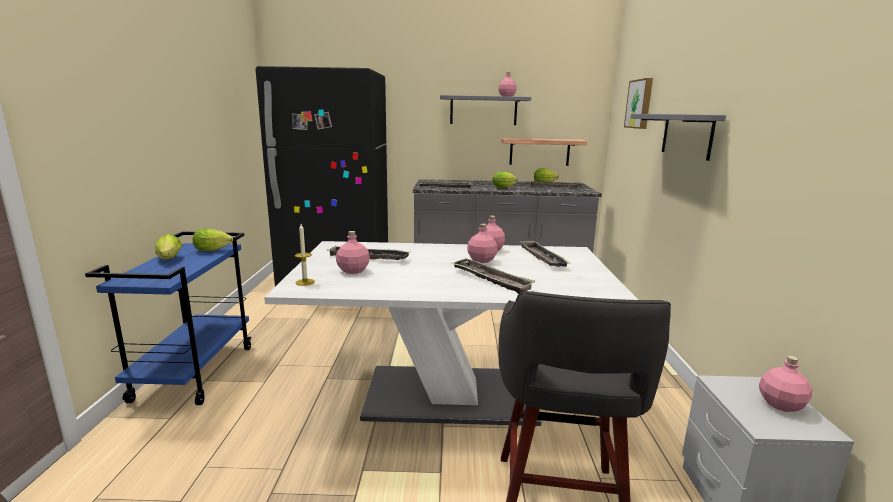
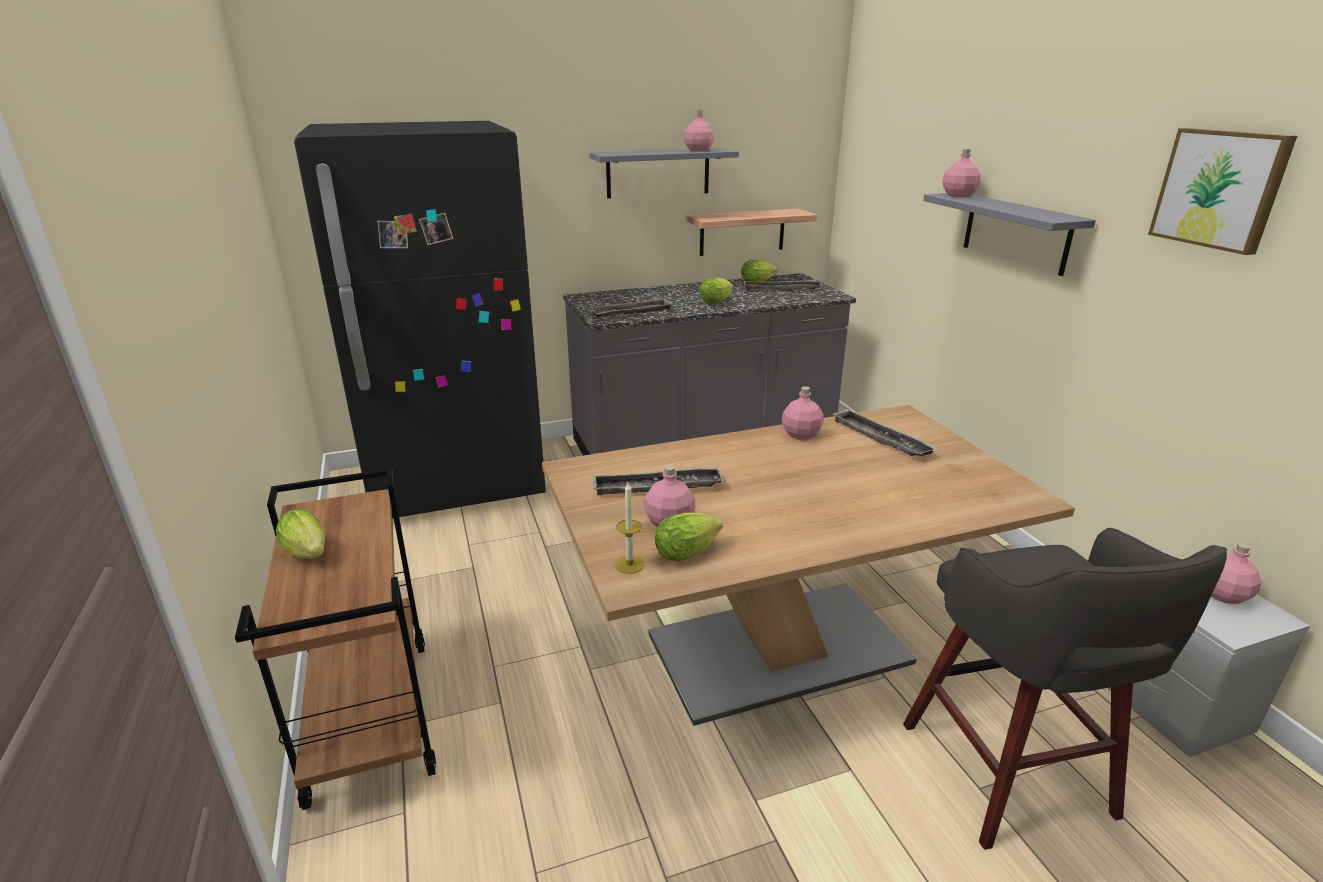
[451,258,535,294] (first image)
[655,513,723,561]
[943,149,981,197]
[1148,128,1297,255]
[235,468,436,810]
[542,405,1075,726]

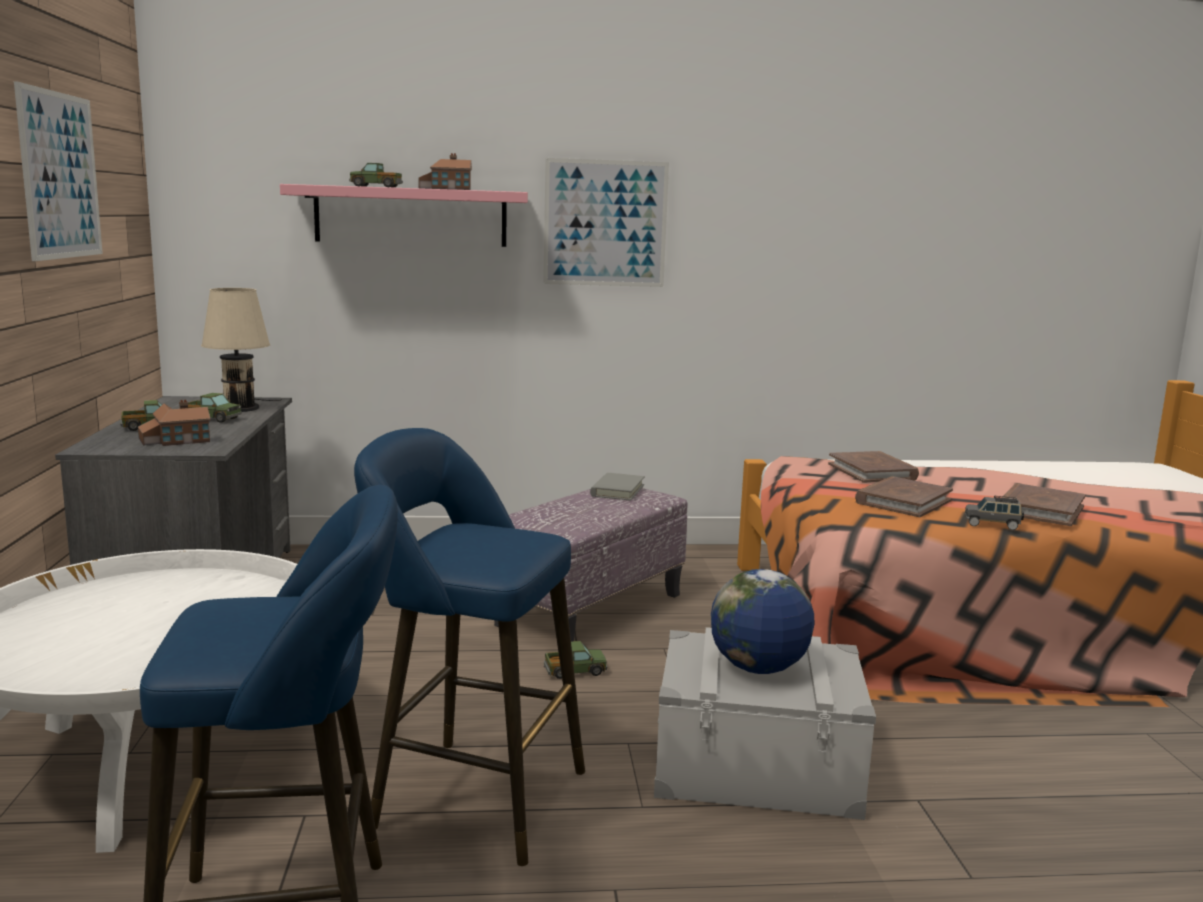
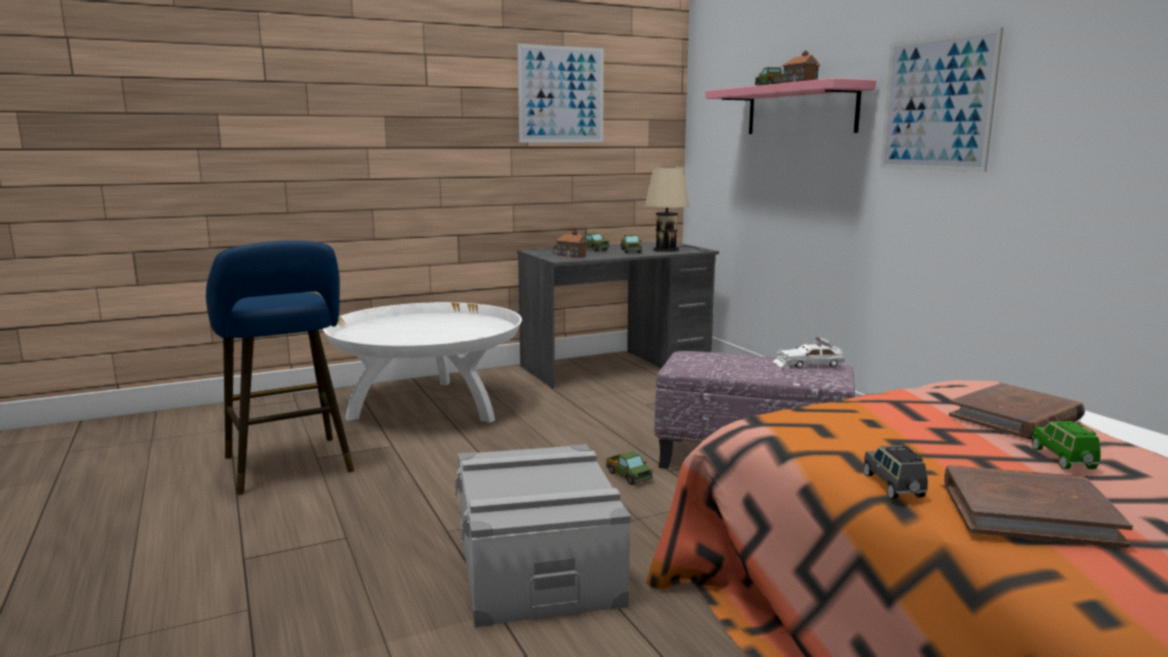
[354,428,585,866] (first image)
[711,569,814,674] (first image)
[855,477,953,517] (first image)
[1032,422,1101,469]
[773,336,845,368]

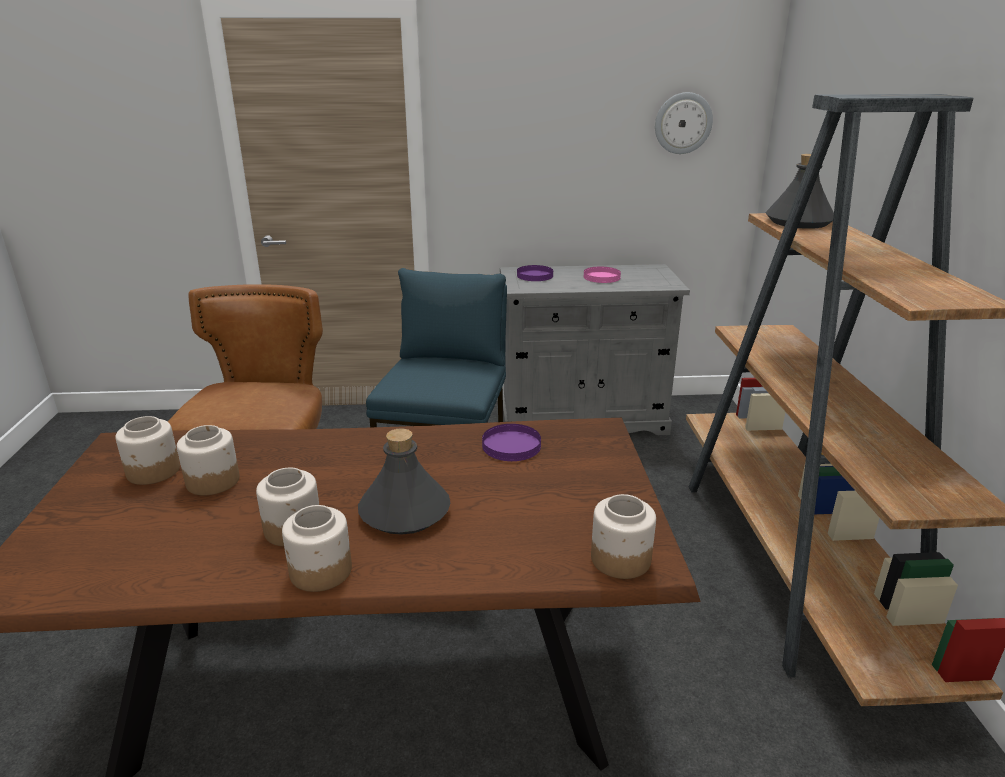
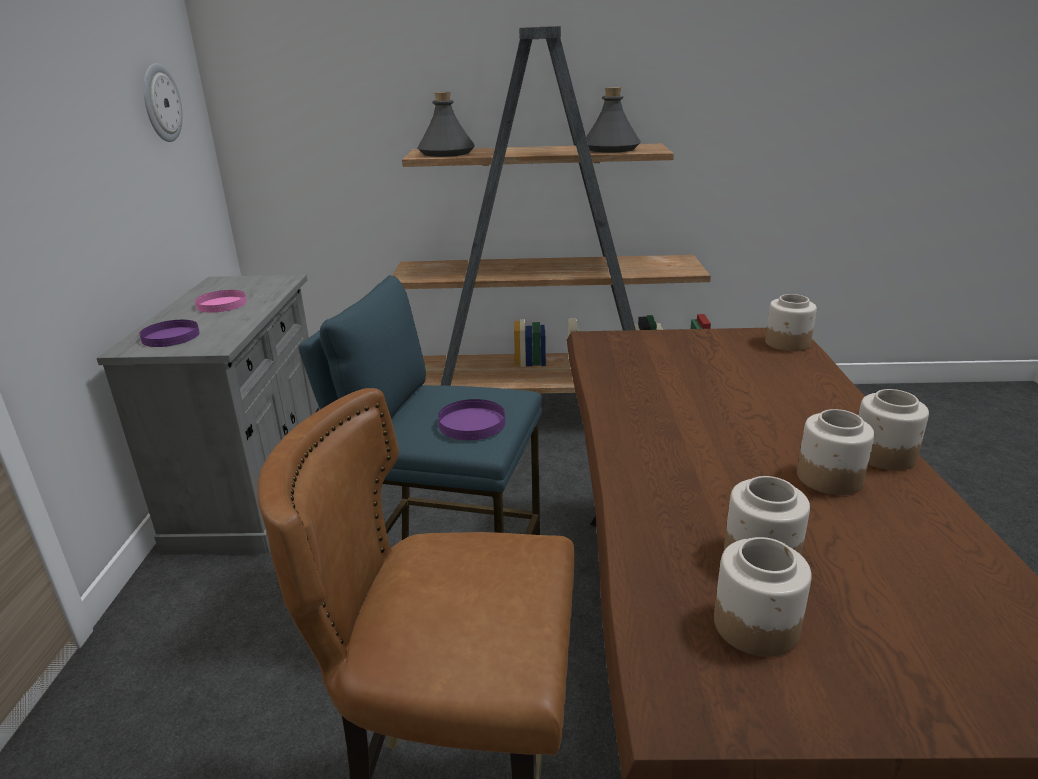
[586,87,641,153]
[438,399,505,440]

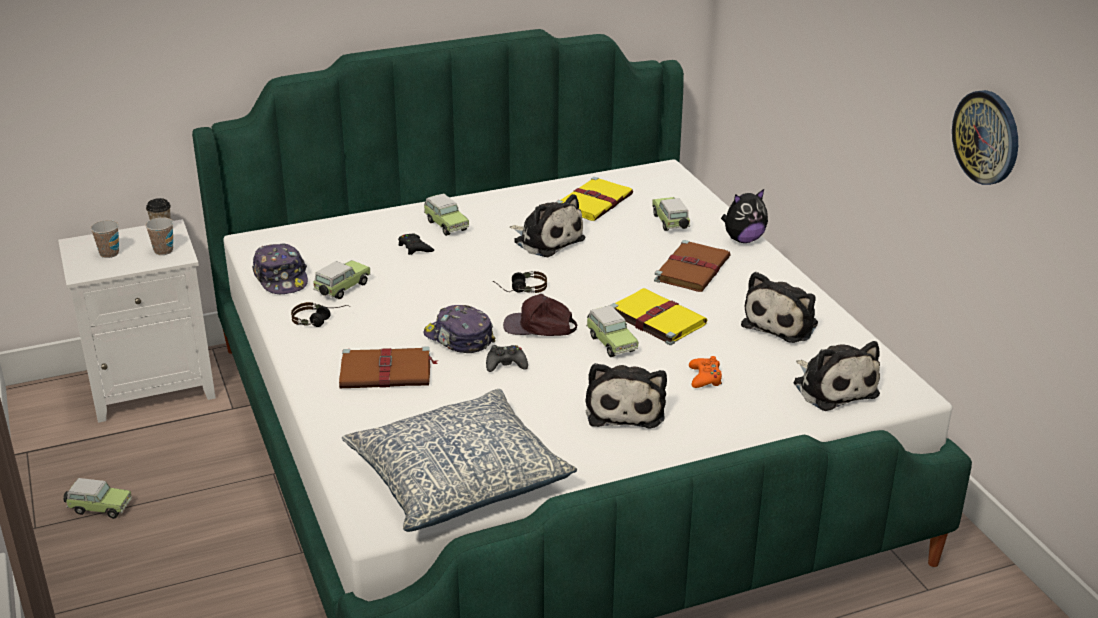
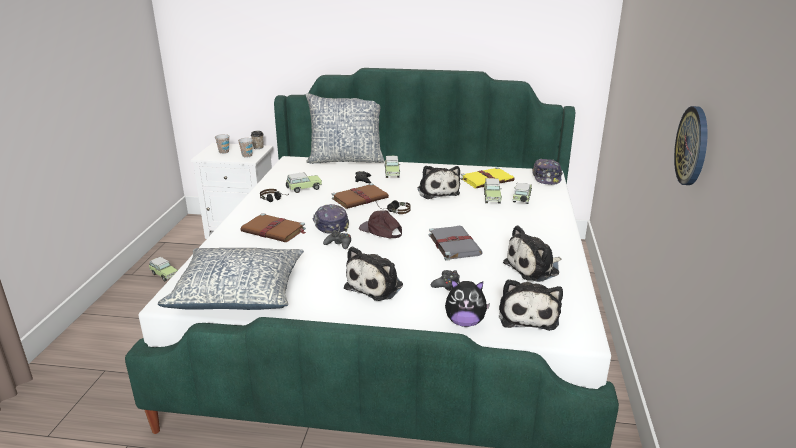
[306,93,385,164]
[532,159,563,185]
[484,178,502,204]
[331,183,389,209]
[445,280,490,327]
[428,226,483,261]
[431,270,460,291]

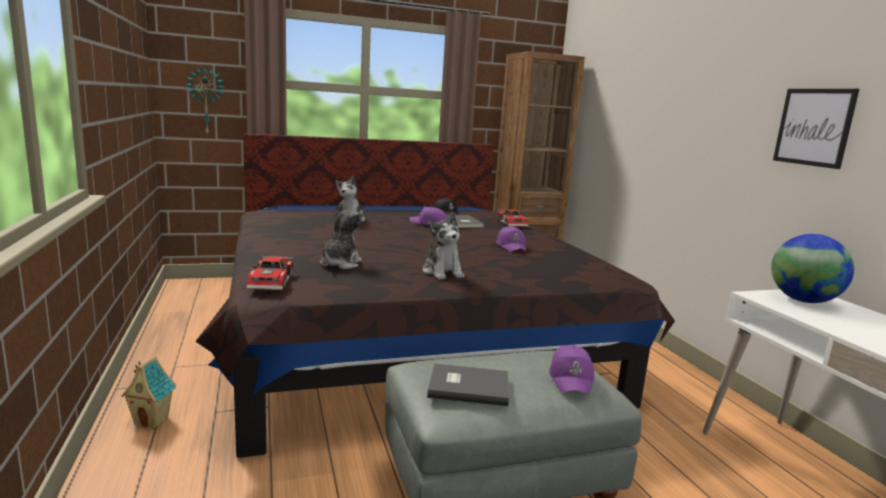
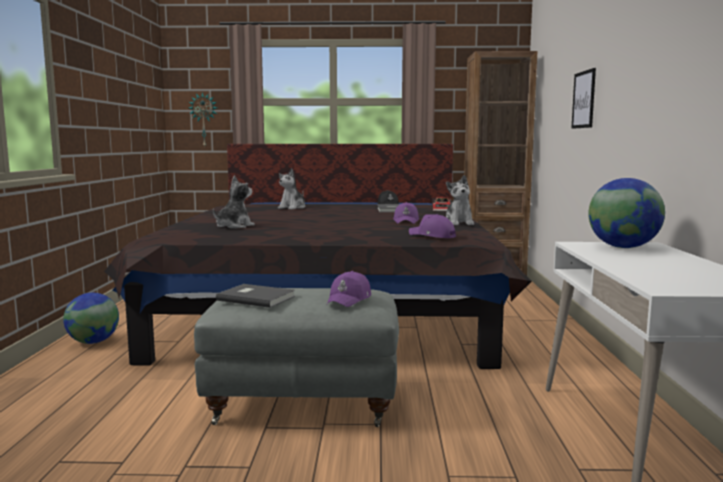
[247,255,294,290] (first image)
[409,214,456,238]
[446,175,474,225]
[571,68,596,129]
[63,293,119,344]

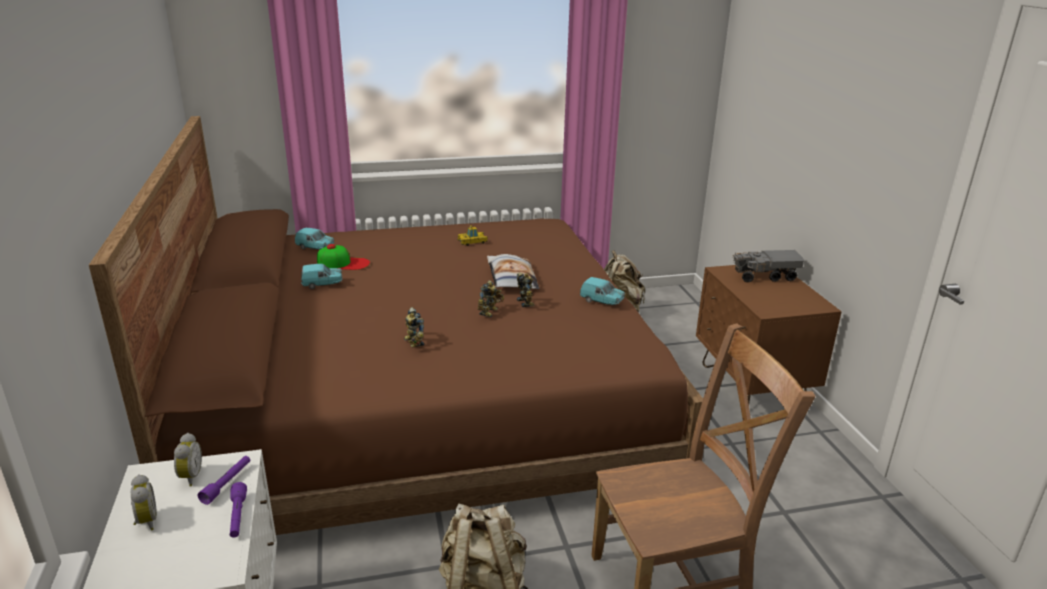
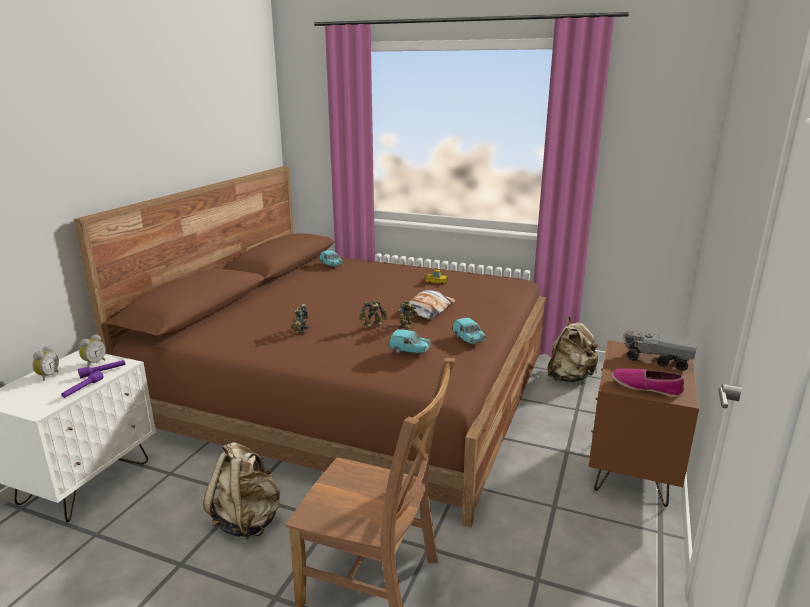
[317,244,370,270] (first image)
[612,368,685,397]
[389,329,431,353]

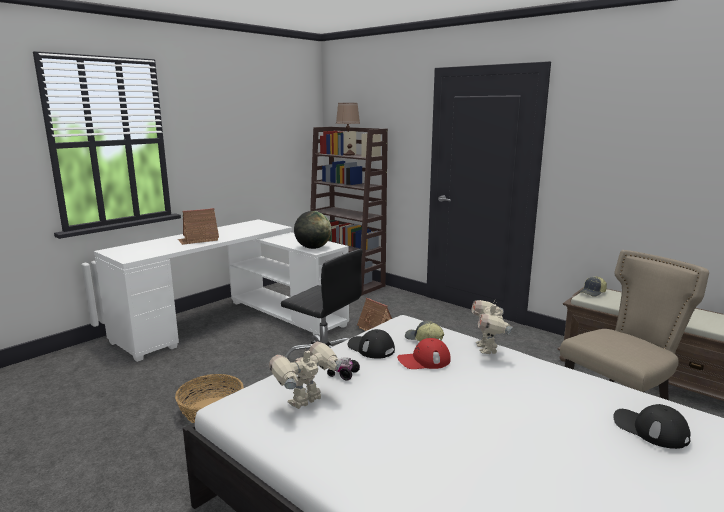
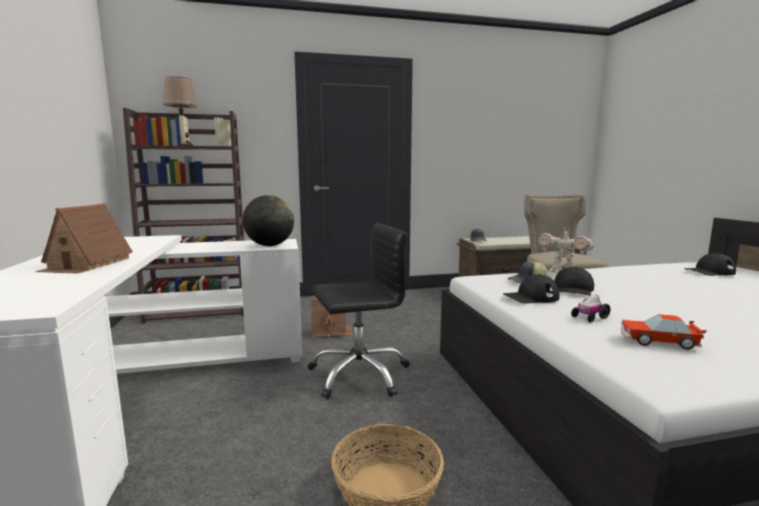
[620,314,707,350]
[554,267,594,296]

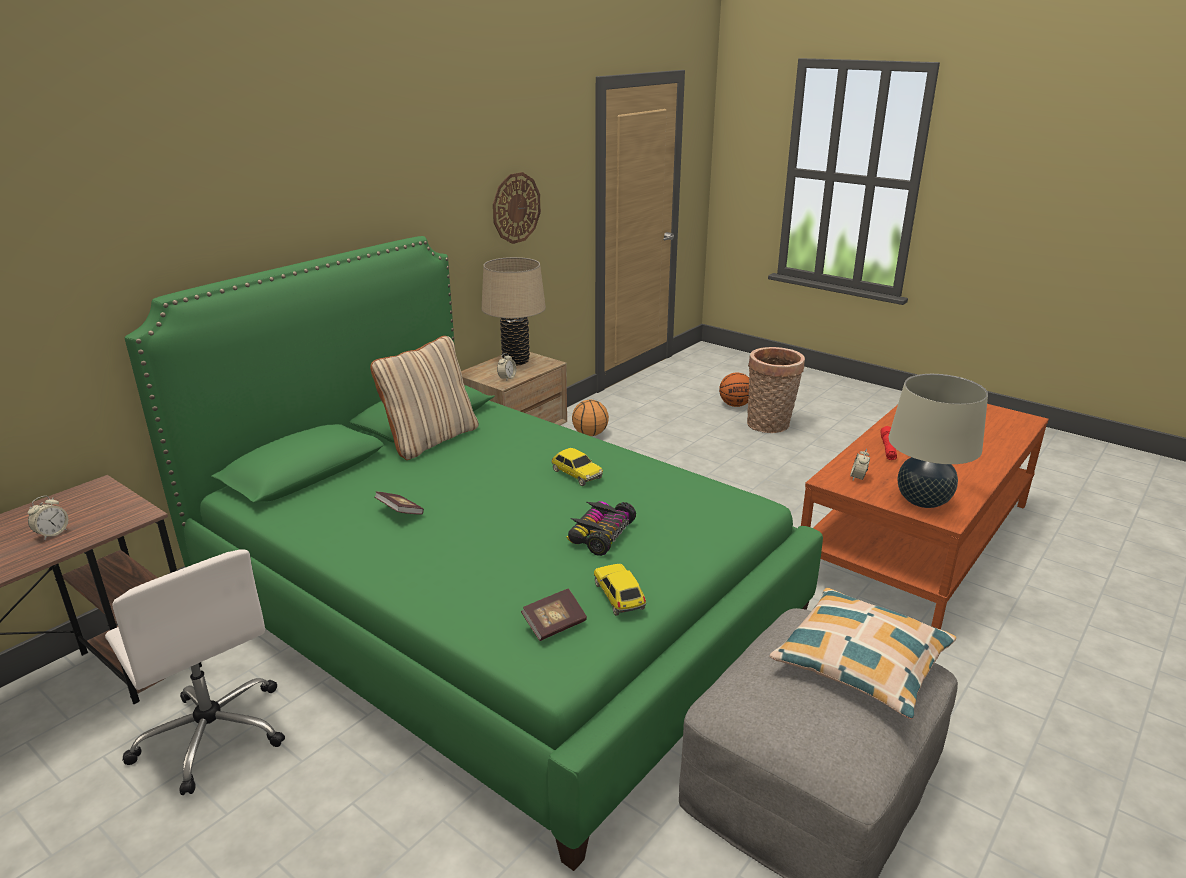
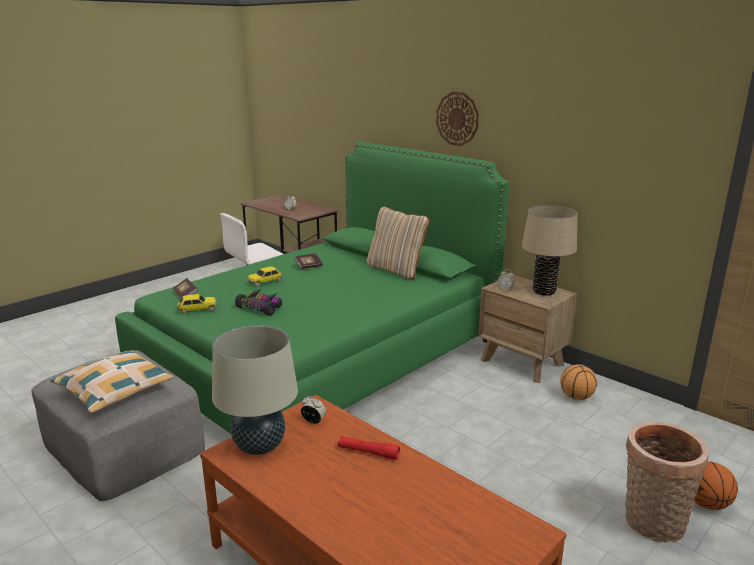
[436,92,479,146]
[247,266,282,287]

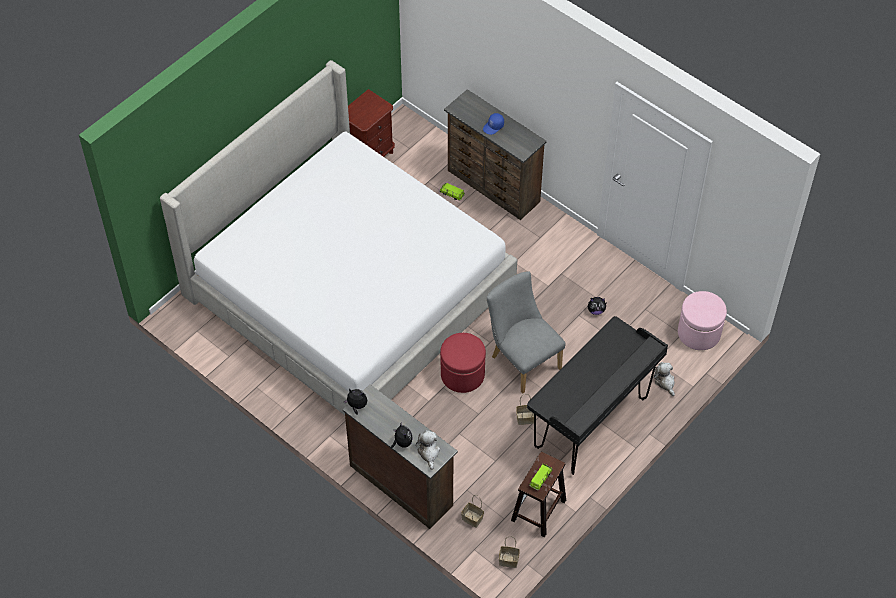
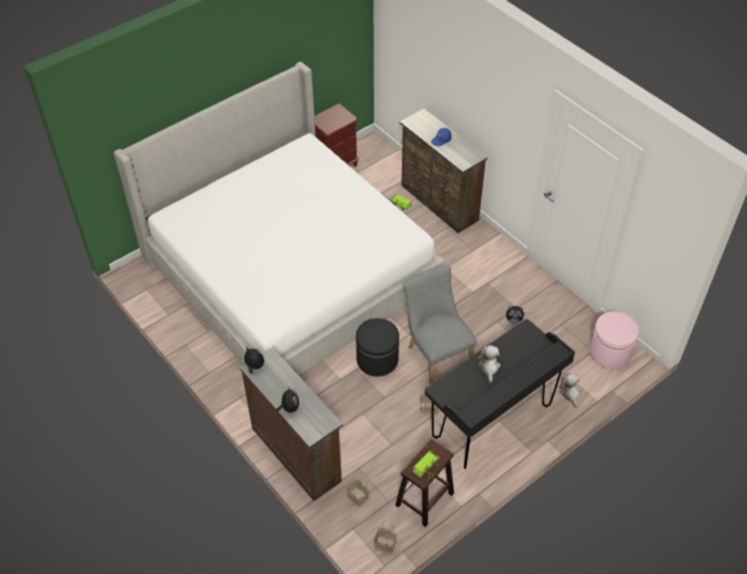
[477,345,500,383]
[356,318,399,376]

